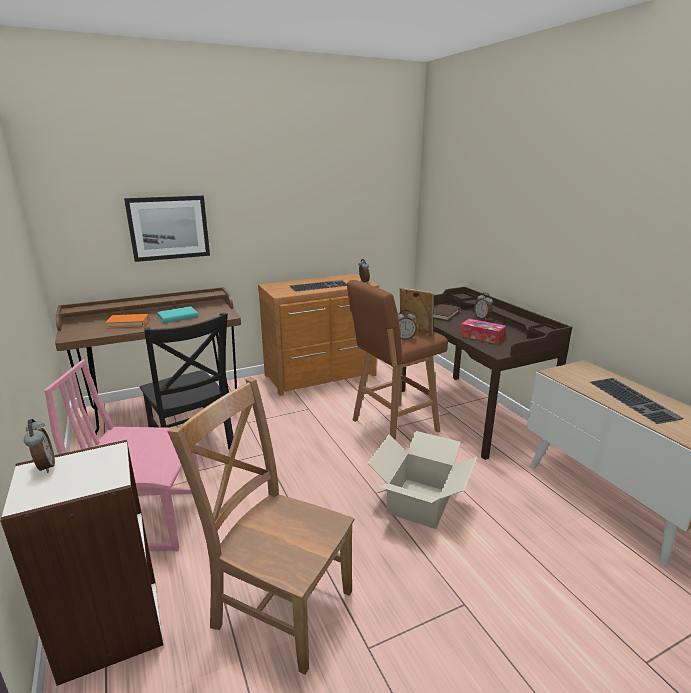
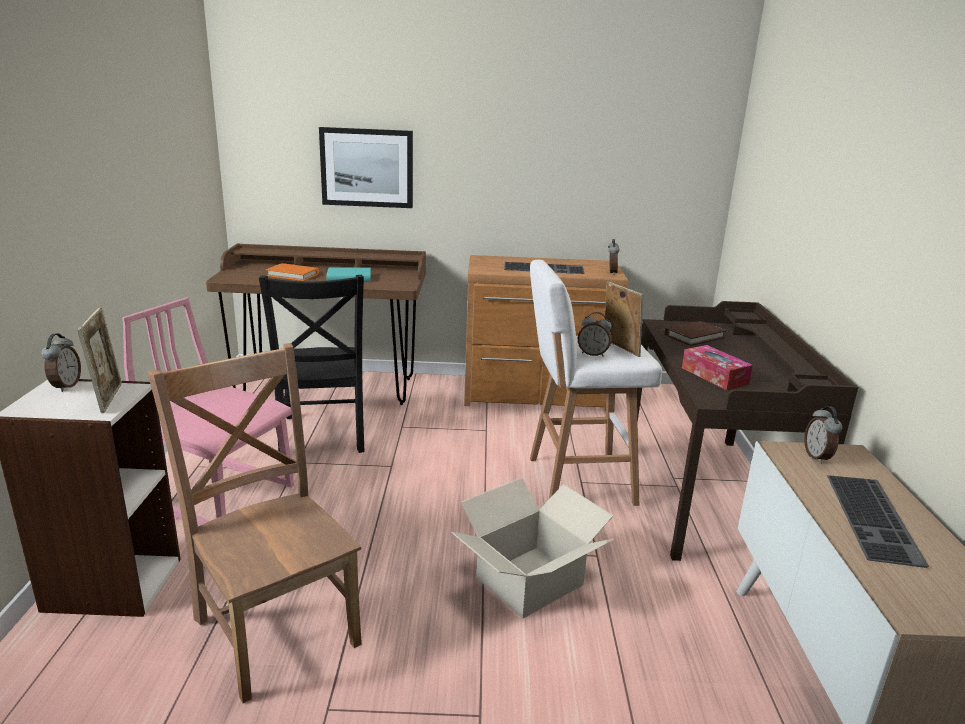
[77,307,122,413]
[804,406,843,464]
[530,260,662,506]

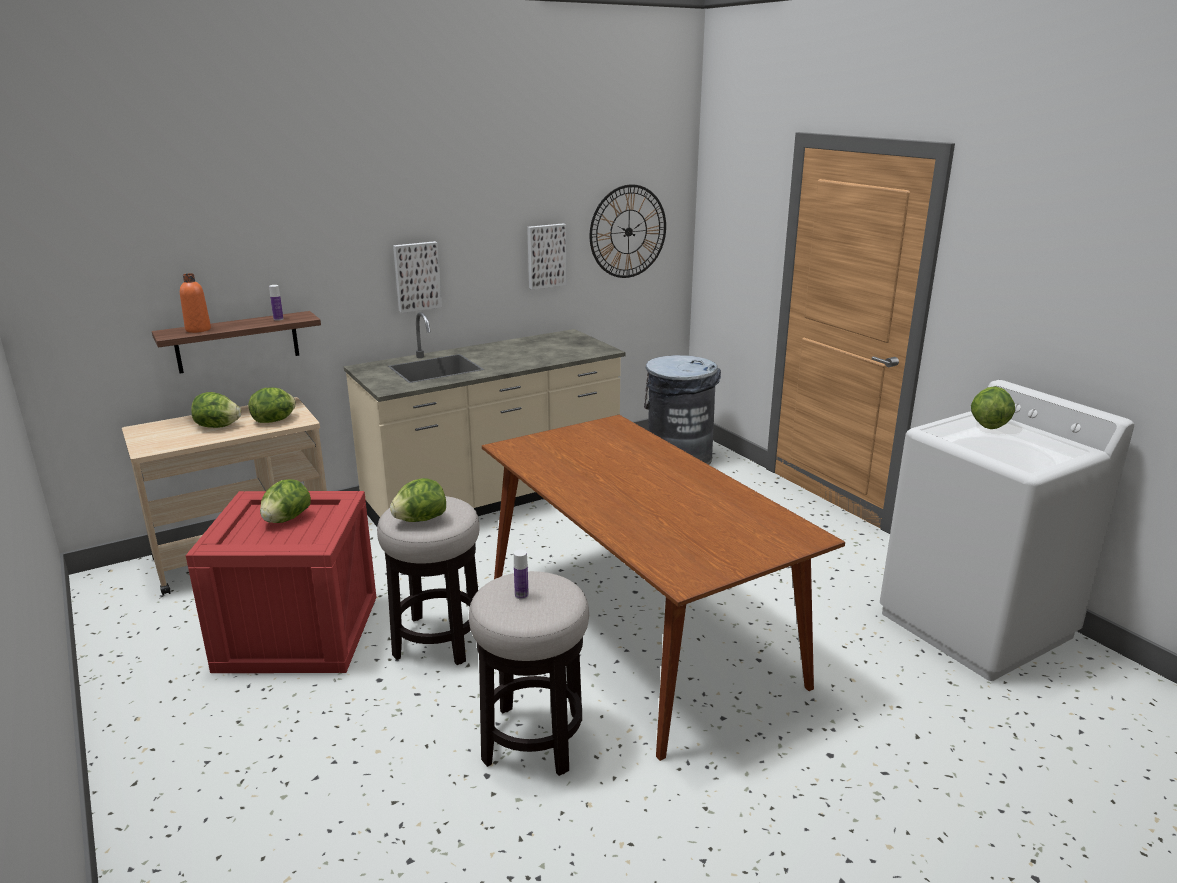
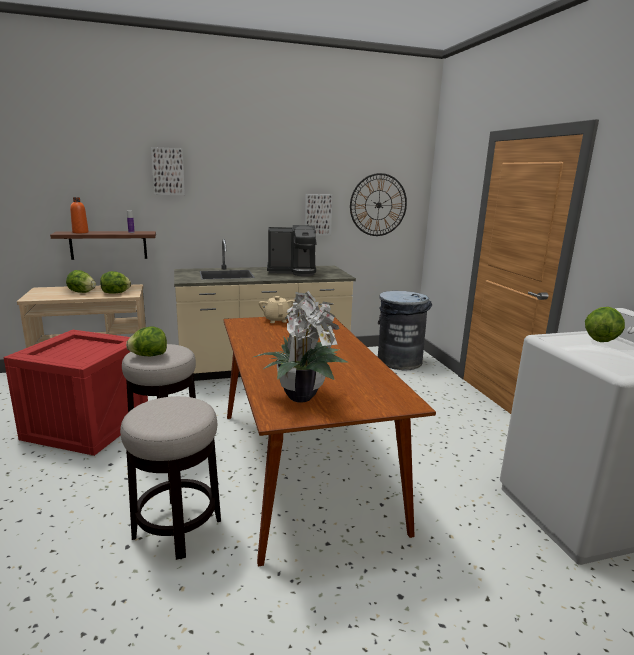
[260,479,311,523] (first image)
[514,550,529,599] (first image)
[252,291,347,403]
[259,296,295,323]
[267,225,317,277]
[151,147,185,195]

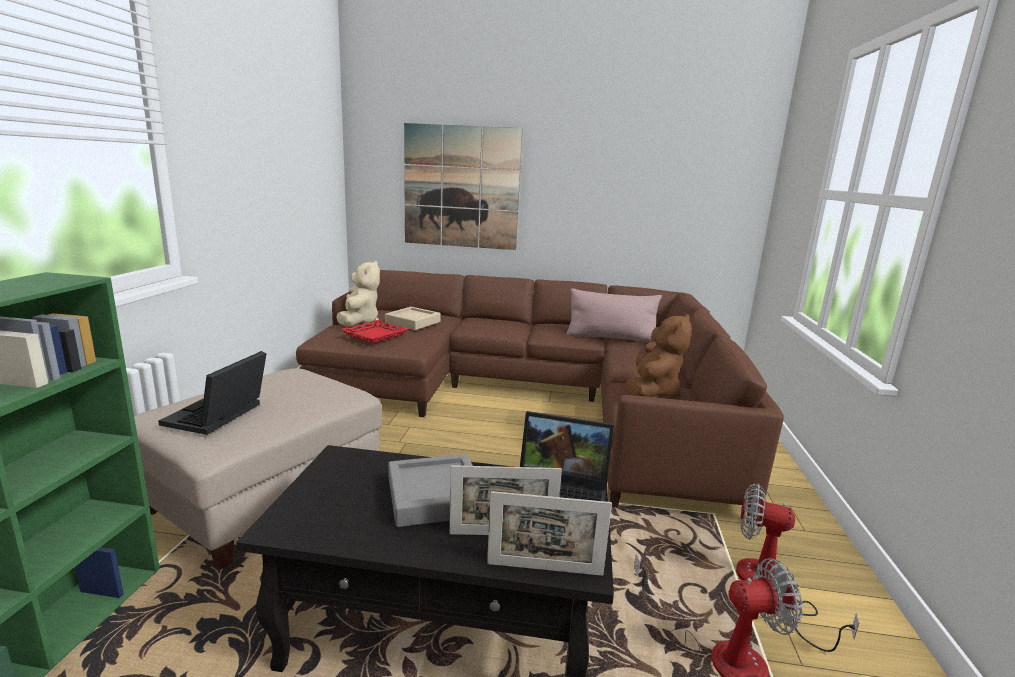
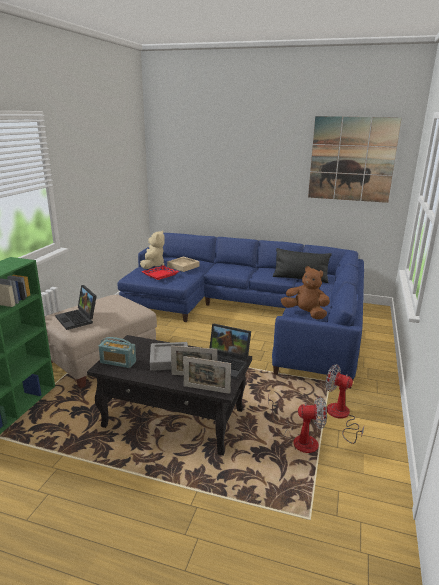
[98,337,136,368]
[308,116,402,203]
[117,233,364,389]
[273,248,332,283]
[55,285,96,330]
[281,266,330,319]

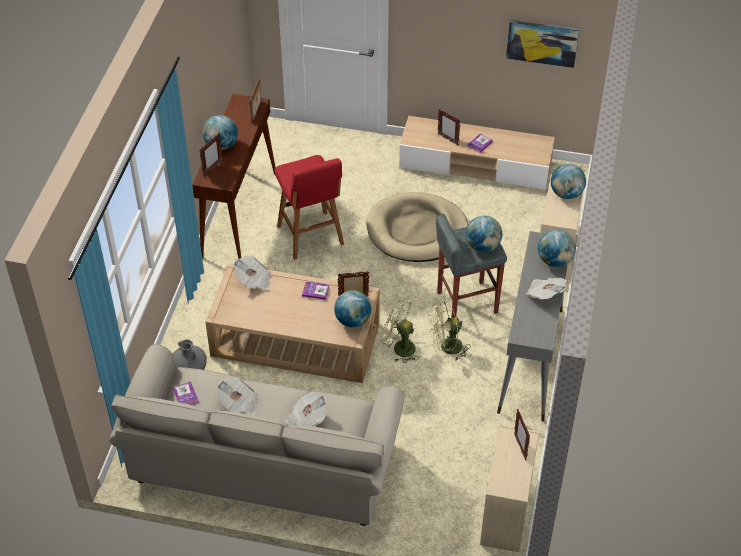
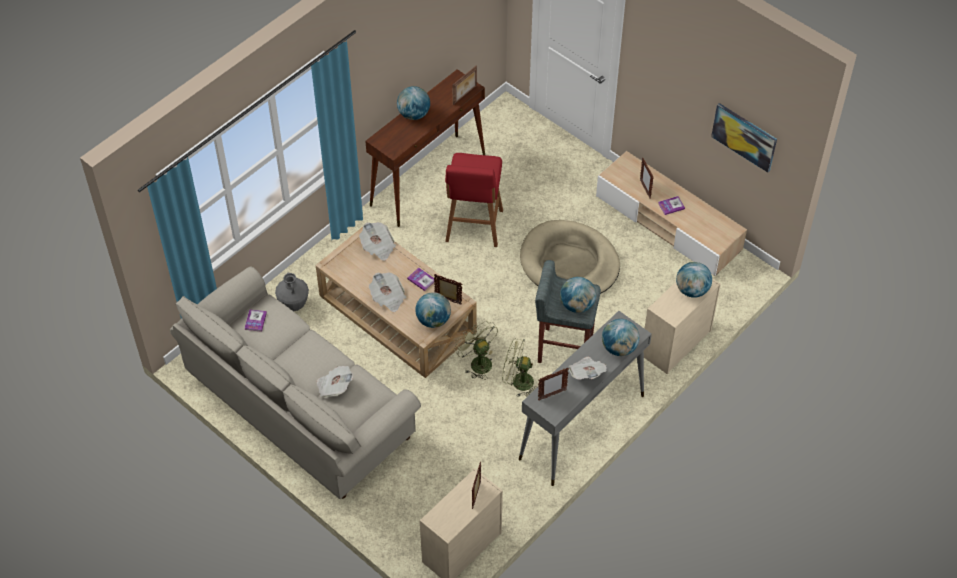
[538,368,569,401]
[369,272,407,312]

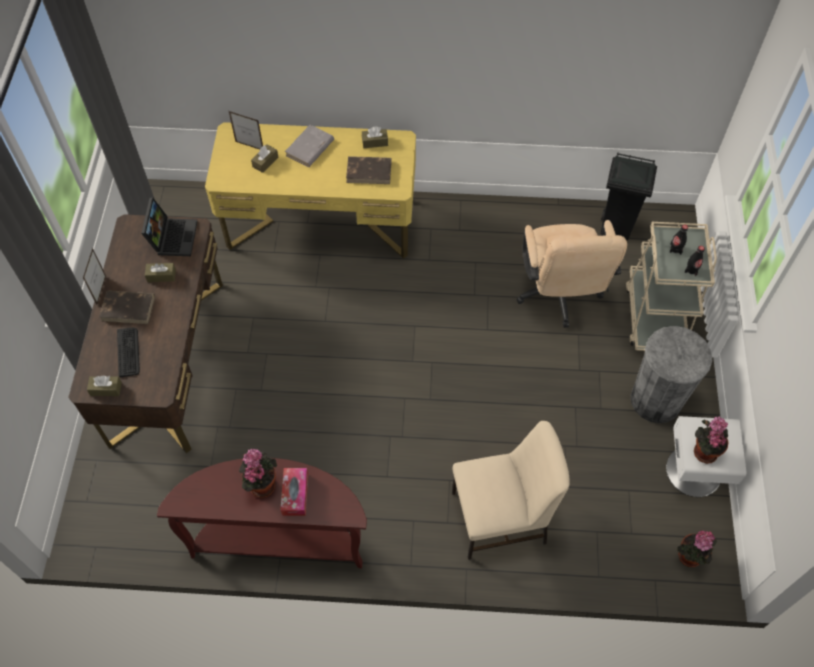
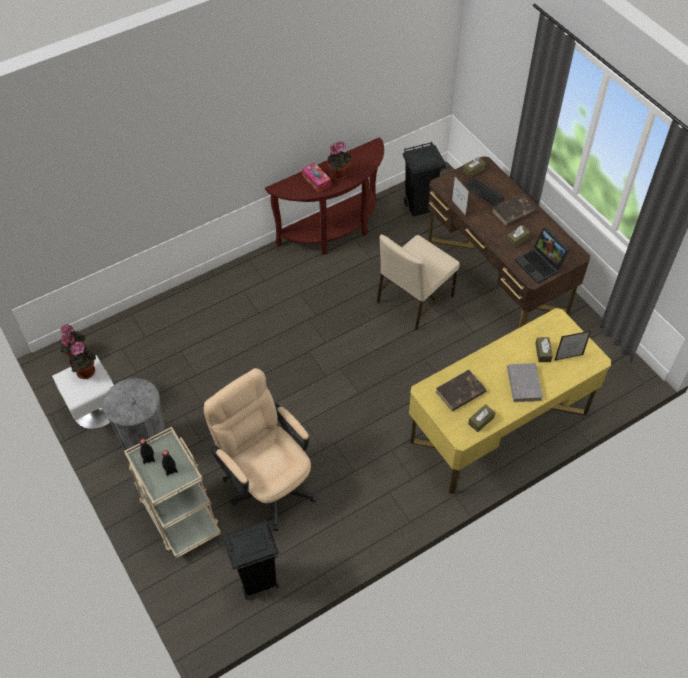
[403,142,446,216]
[451,174,470,217]
[377,234,460,331]

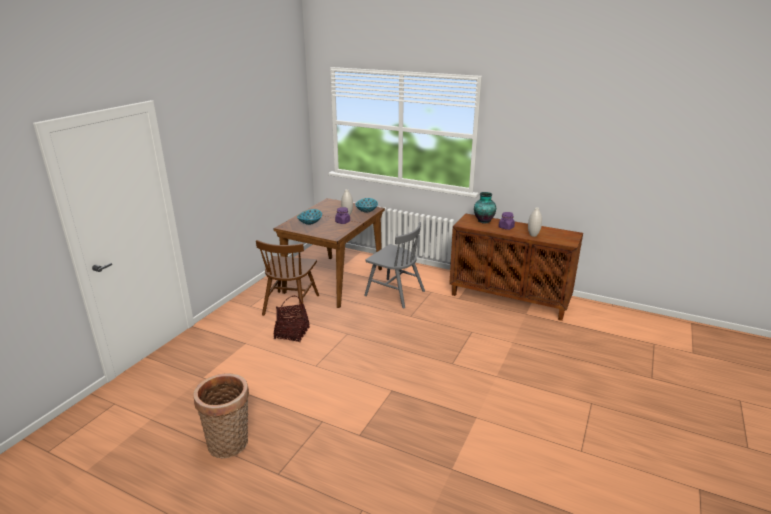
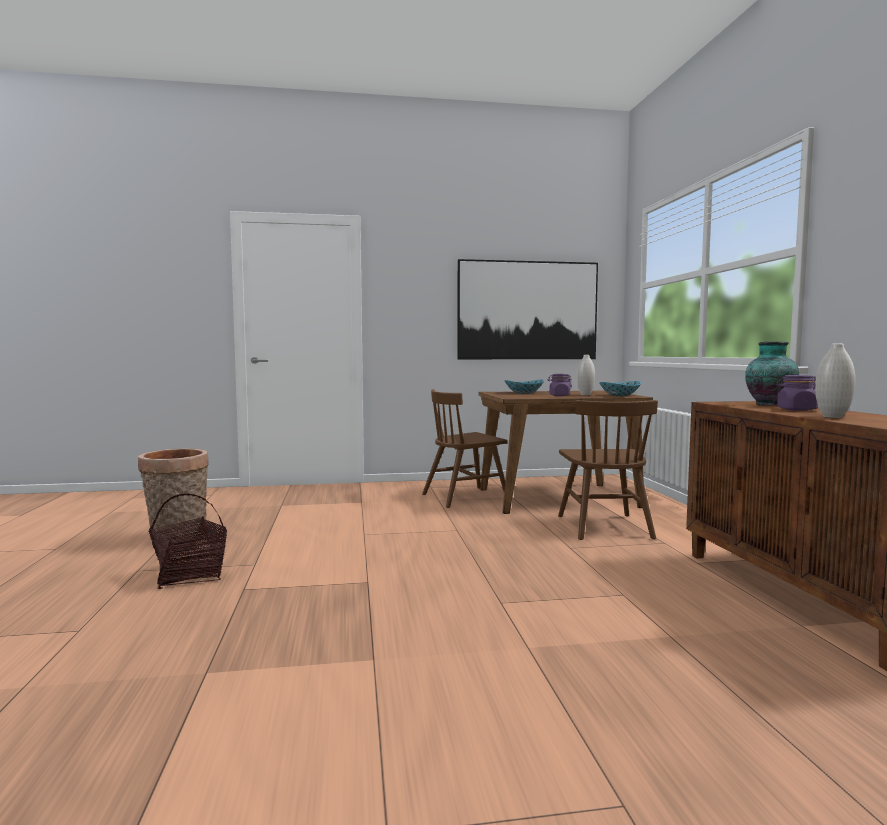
[457,259,598,359]
[149,494,227,589]
[558,400,658,540]

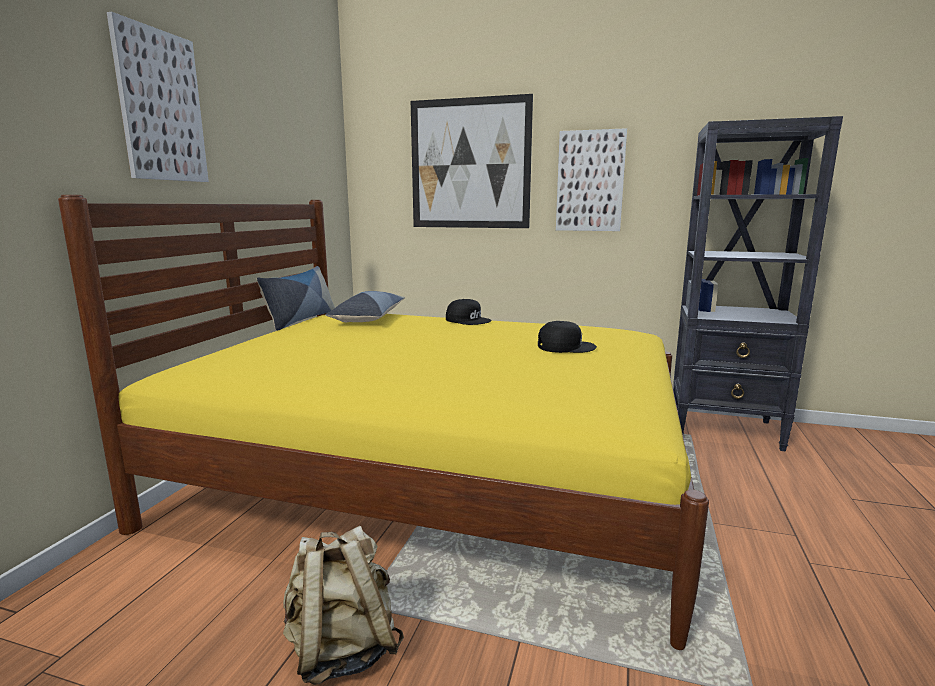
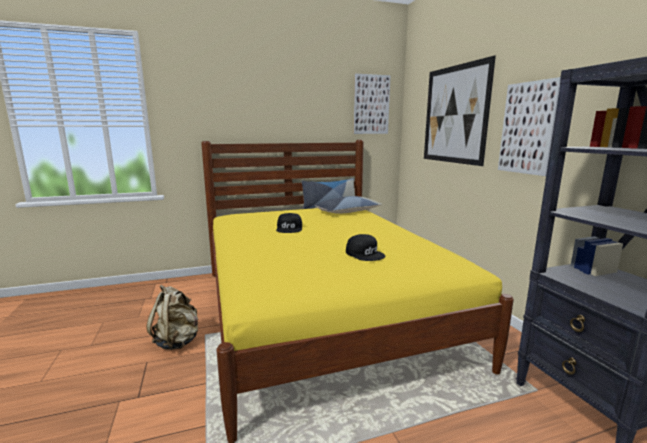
[354,74,391,134]
[276,213,302,233]

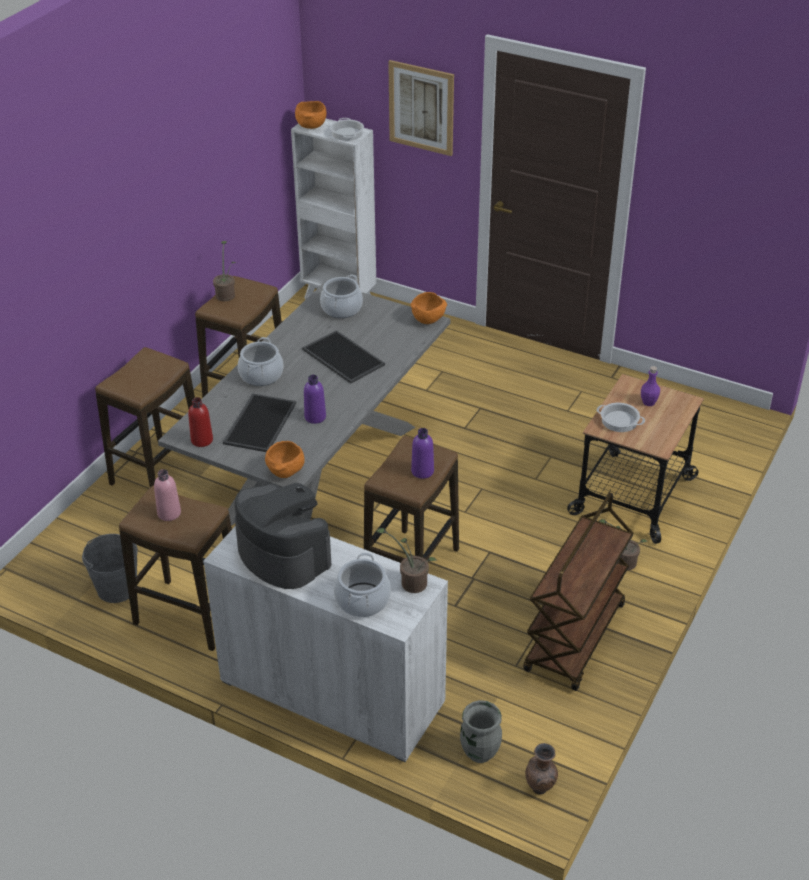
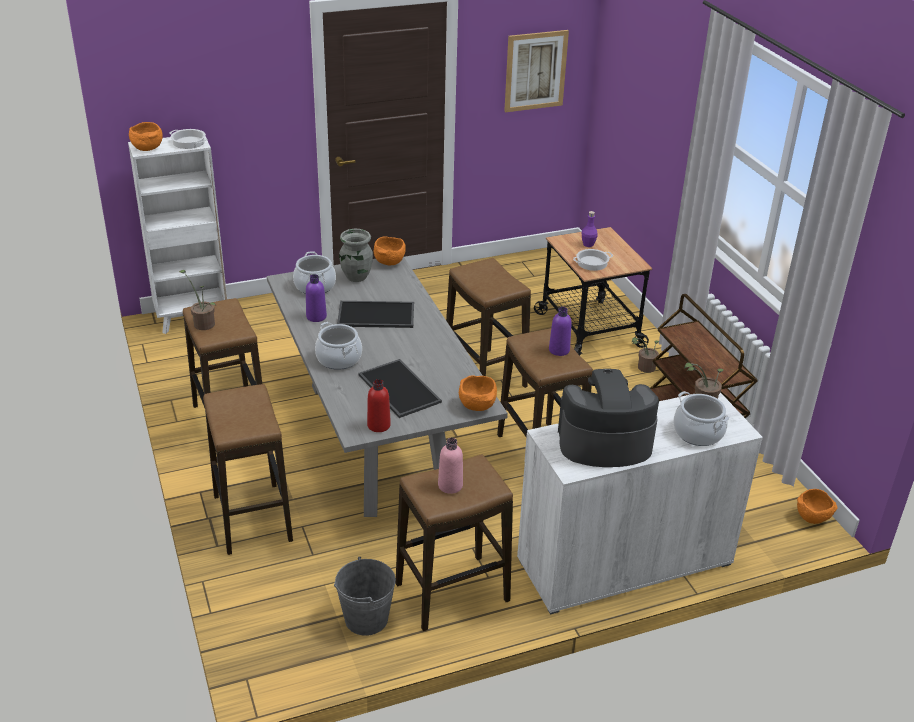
[446,258,531,388]
[306,274,327,322]
[504,30,569,112]
[339,229,373,282]
[797,489,837,524]

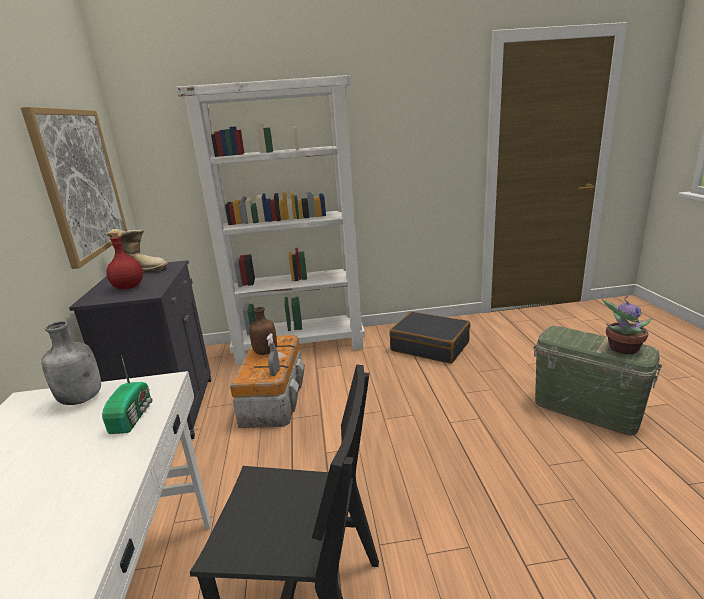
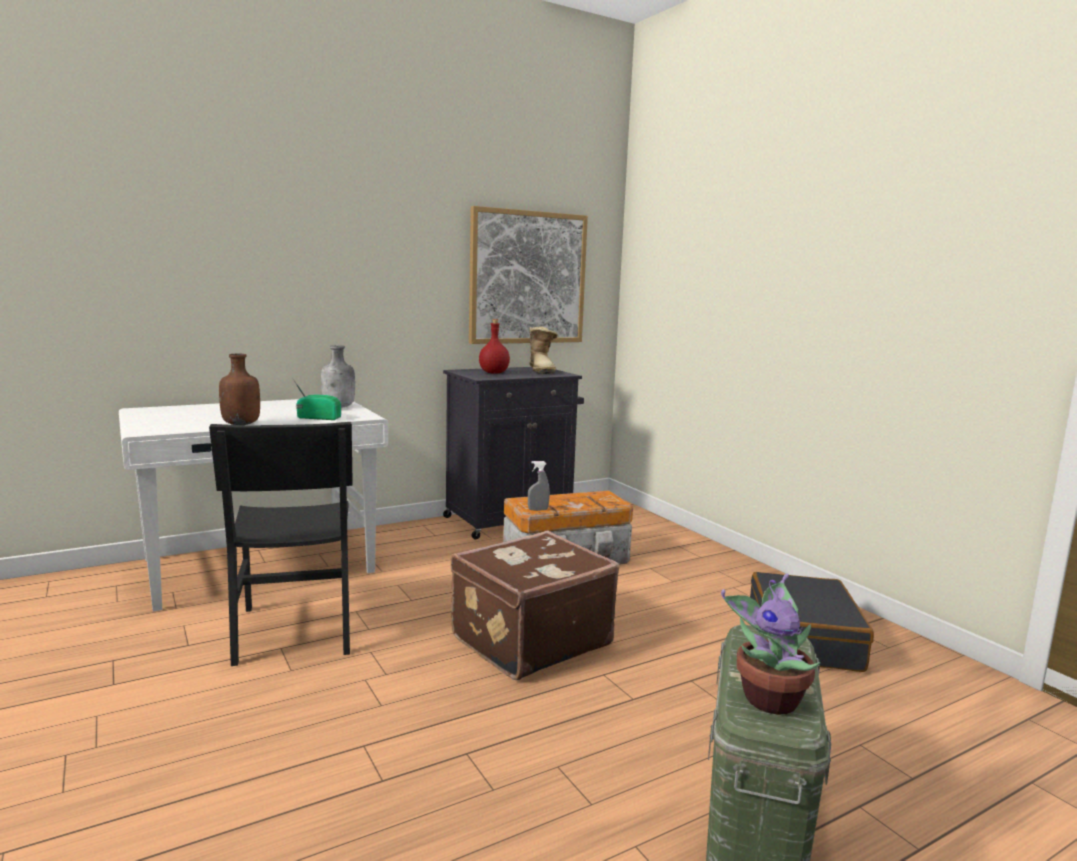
[177,75,365,365] (first image)
[451,531,620,680]
[219,354,260,425]
[292,378,341,420]

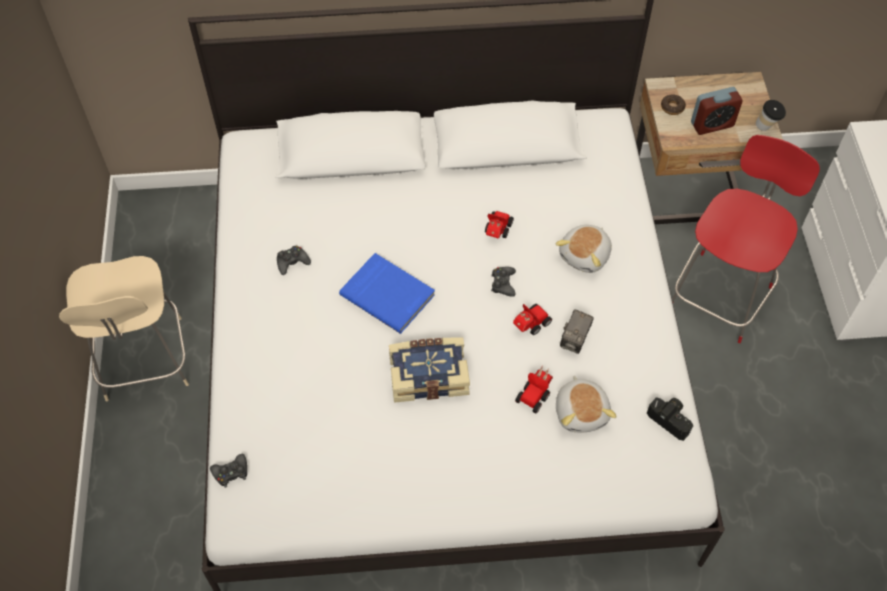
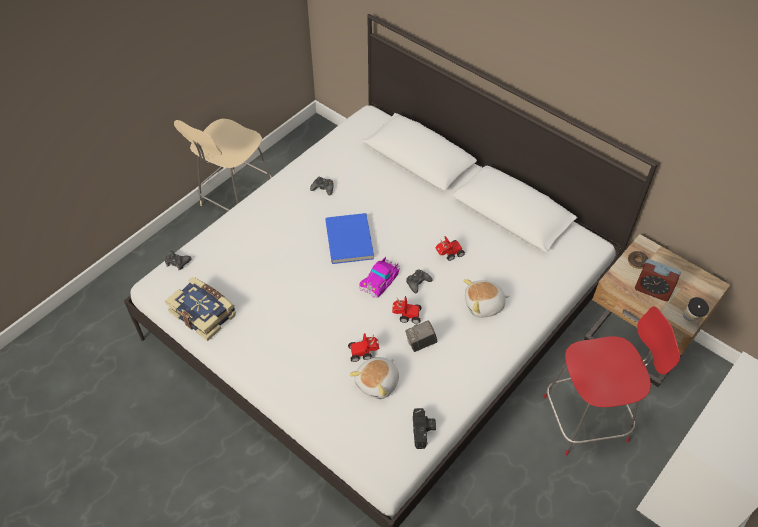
[359,257,400,298]
[165,277,236,341]

